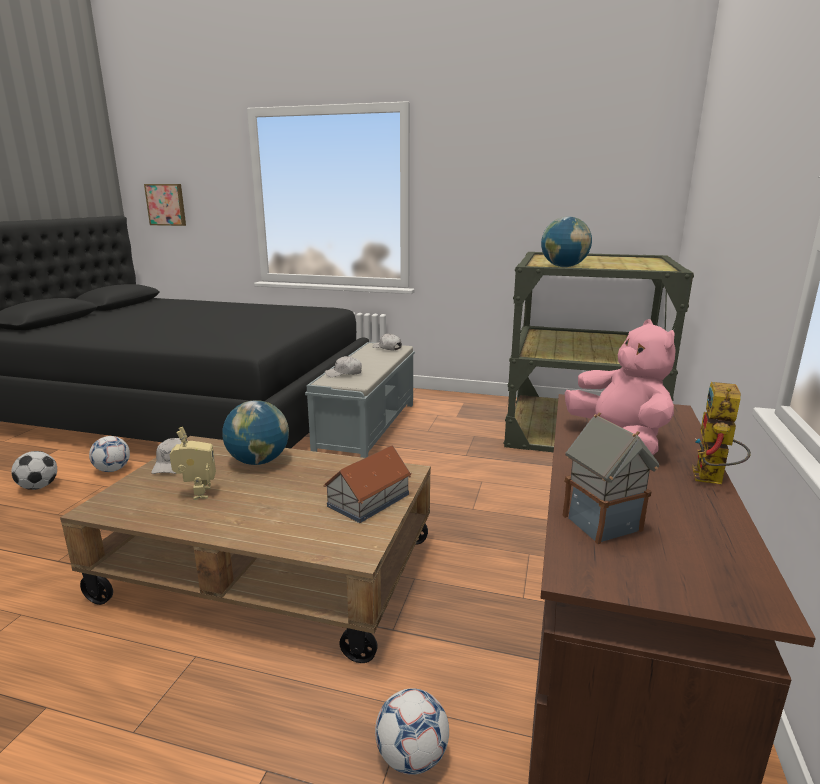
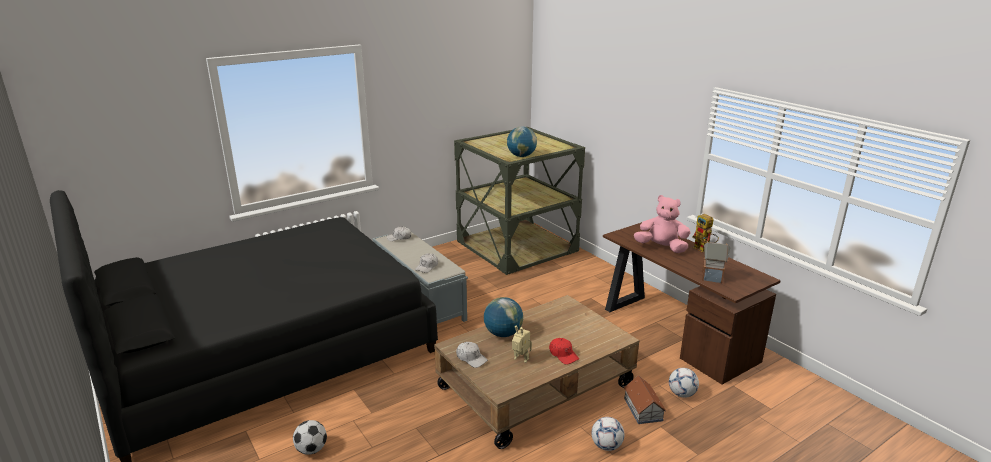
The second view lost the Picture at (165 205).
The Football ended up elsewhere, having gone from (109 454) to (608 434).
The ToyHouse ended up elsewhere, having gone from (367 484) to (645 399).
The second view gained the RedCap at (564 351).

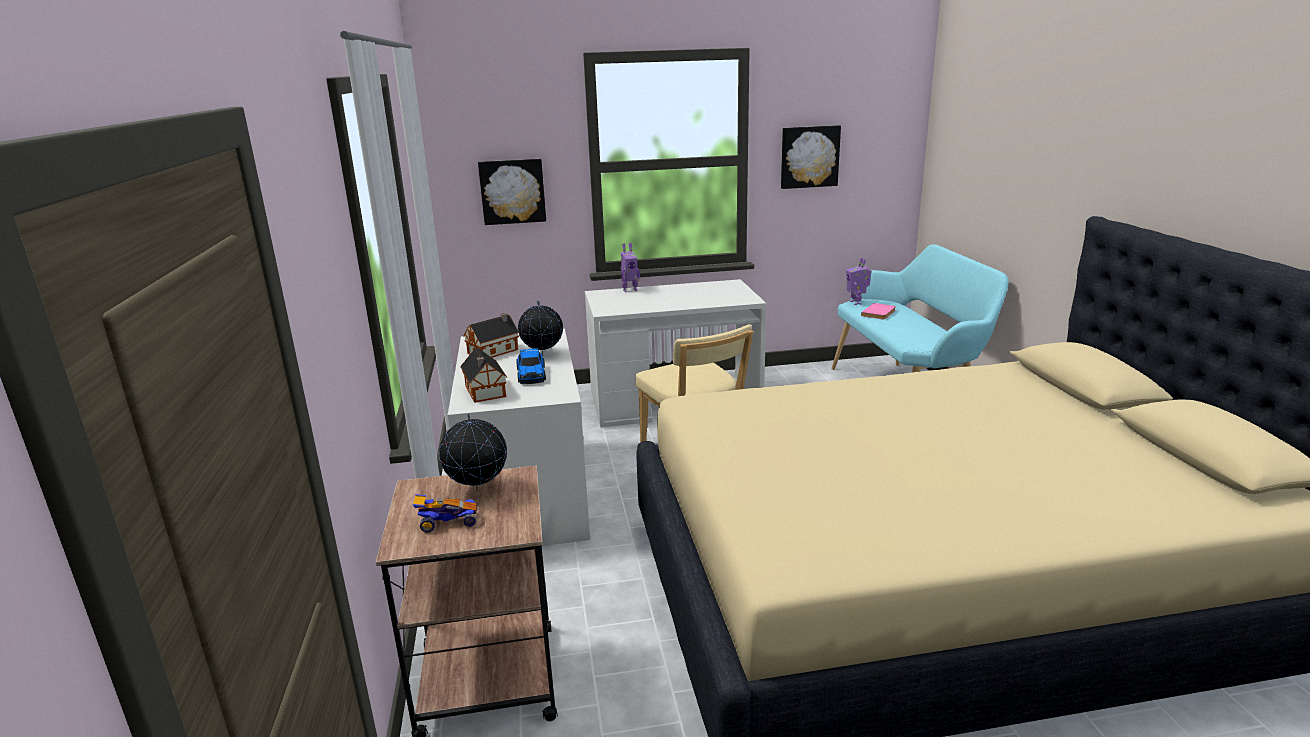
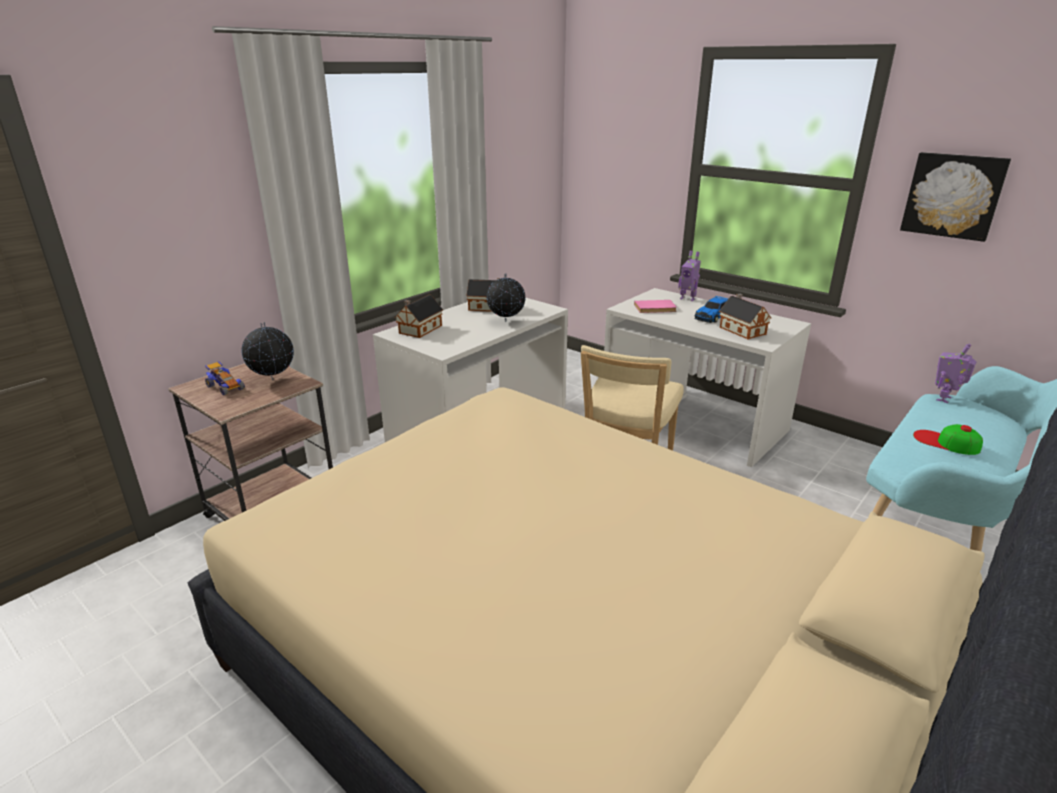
The second view lost the Picture at (512 192).
The PinkBook ended up elsewhere, having gone from (878 311) to (655 306).
The ToyCar ended up elsewhere, having gone from (531 366) to (711 309).
The second view gained the ToyHouse at (745 316).
The second view gained the Cap at (948 439).

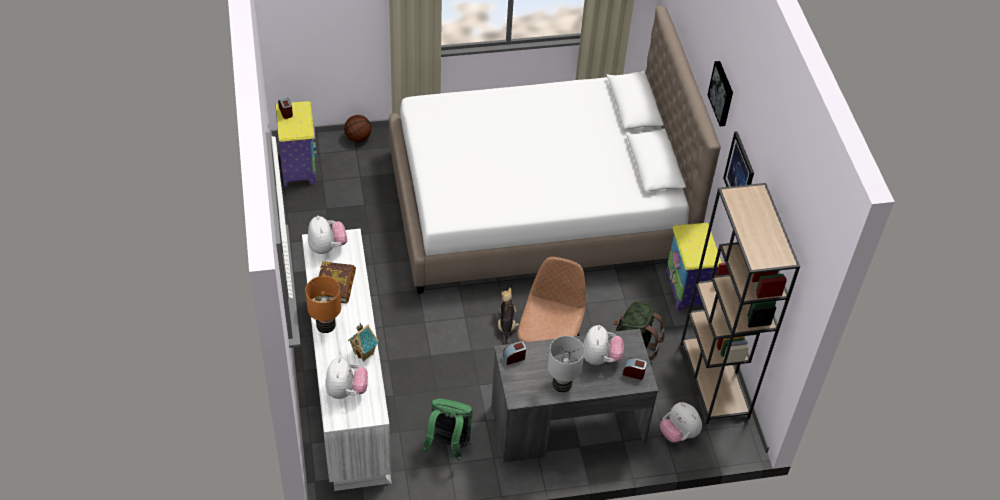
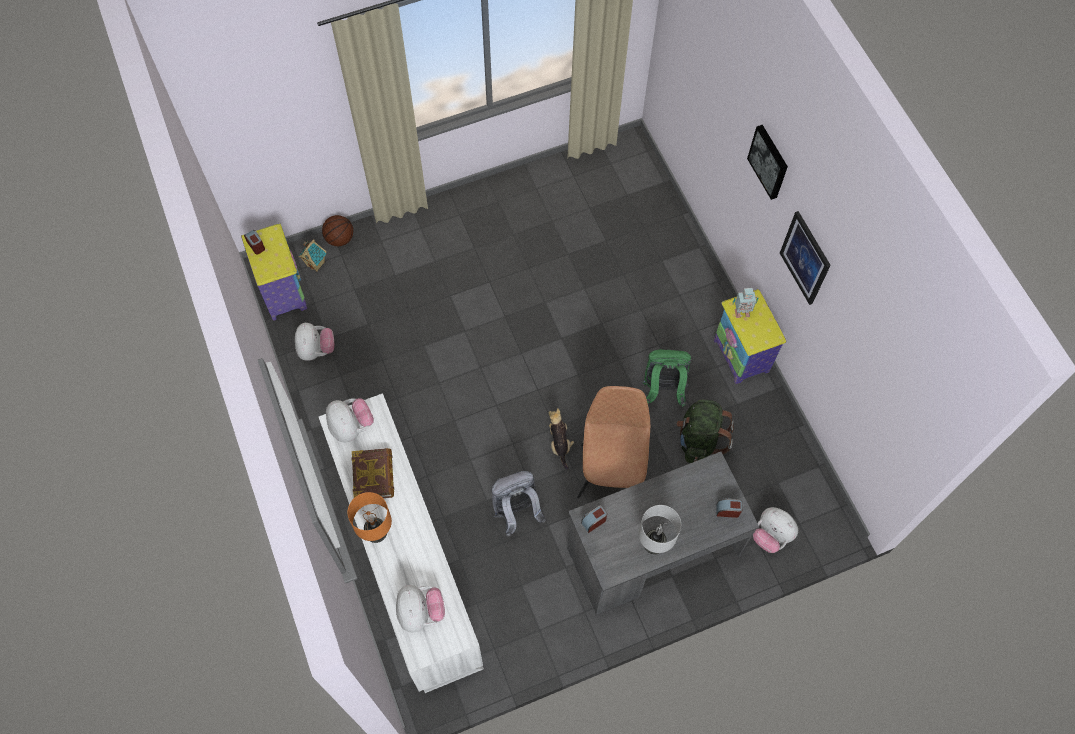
The second view lost the WhiteBed at (555 150).
The second view lost the Bookcase at (740 303).
The ToyHouse ended up elsewhere, having gone from (363 342) to (312 255).
The PlushToy ended up elsewhere, having gone from (603 345) to (314 342).
The GreenBackpack ended up elsewhere, having gone from (448 429) to (666 378).
The second view gained the ToyRobot at (745 303).
The second view gained the GreyBackpack at (518 504).

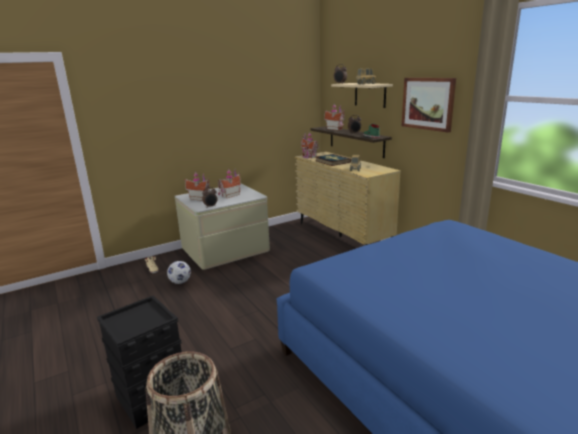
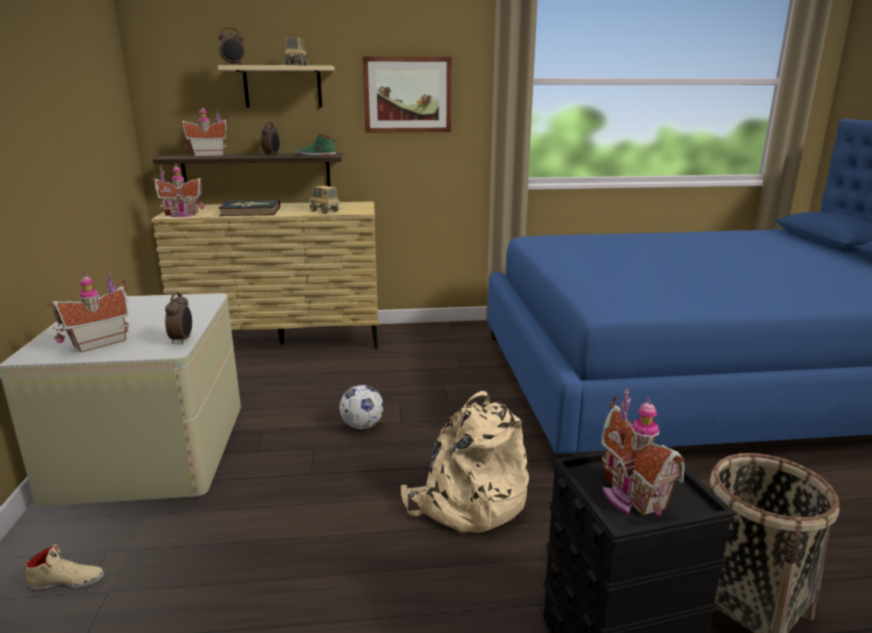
The ToyHouse ended up elsewhere, having gone from (229 183) to (643 452).
The Football ended up elsewhere, having gone from (179 272) to (361 407).
The second view gained the BeigeBackpack at (464 462).

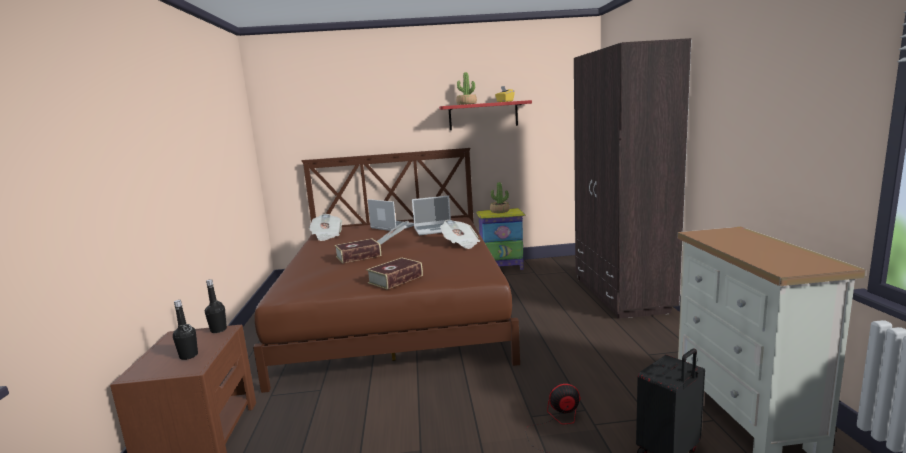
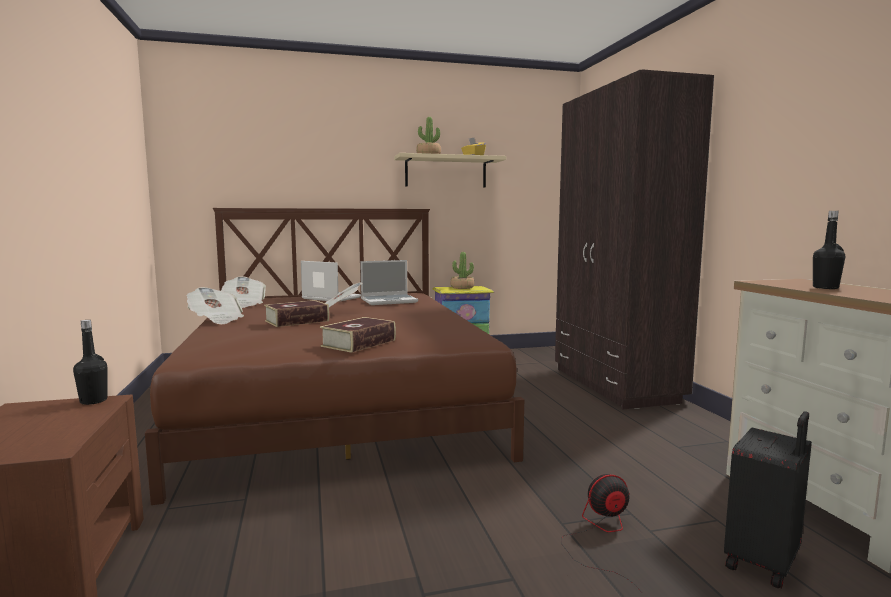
What was the RedShelf at (485 115) turned into the BeigeShelf at (450 170).
The Newspaper ended up elsewhere, having gone from (460 234) to (215 305).
The BlackBottle ended up elsewhere, having gone from (185 330) to (829 250).

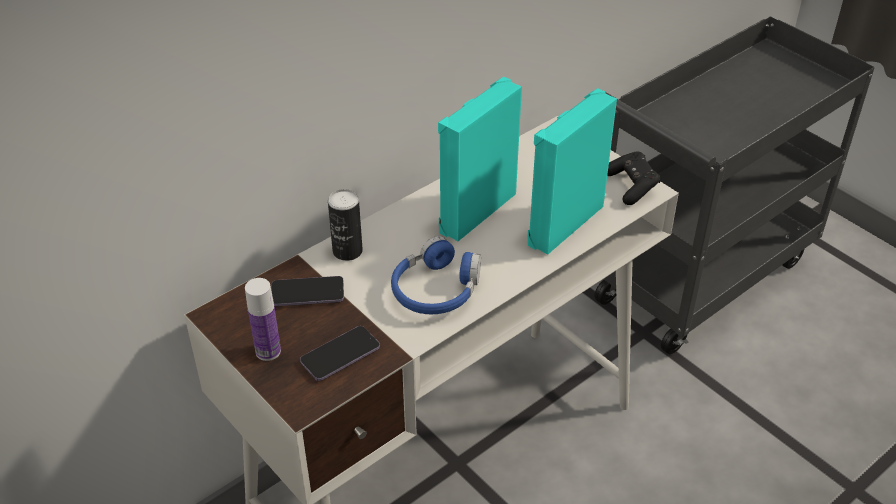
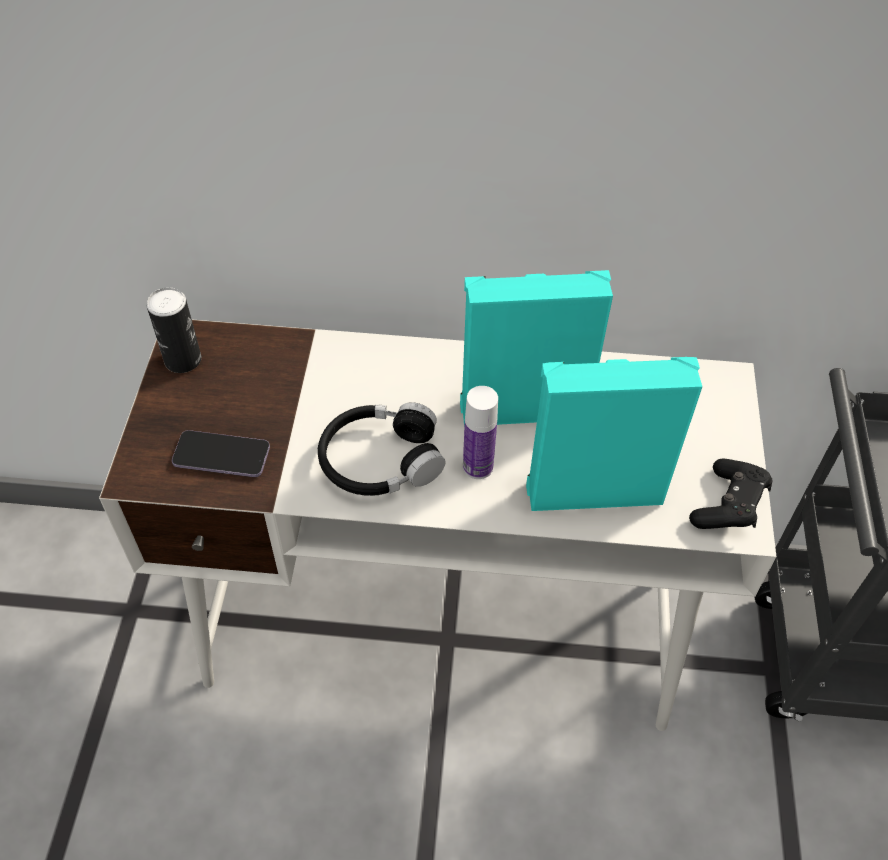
The Can ended up elsewhere, having gone from (345 225) to (173 330).
What was the BlueHeadphones at (436 275) turned into the BlackHeadphones at (381 449).
The second view lost the Phone at (307 291).
The Bottle ended up elsewhere, having gone from (263 319) to (480 432).

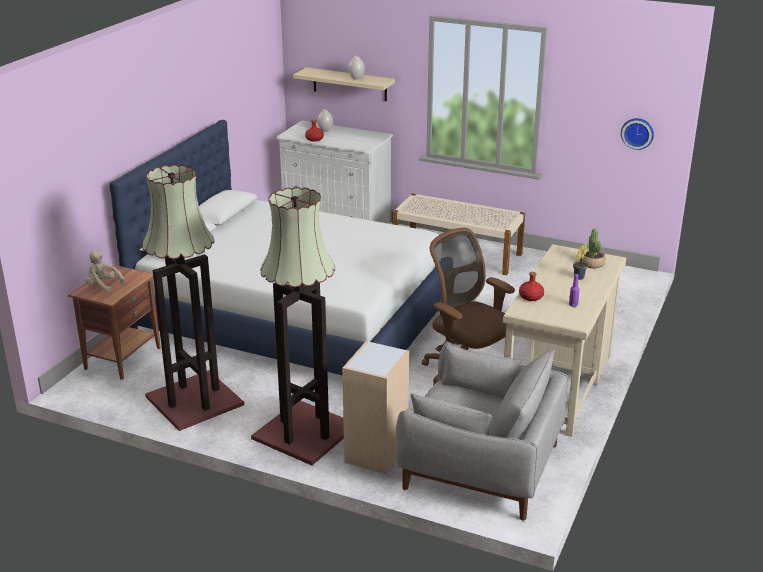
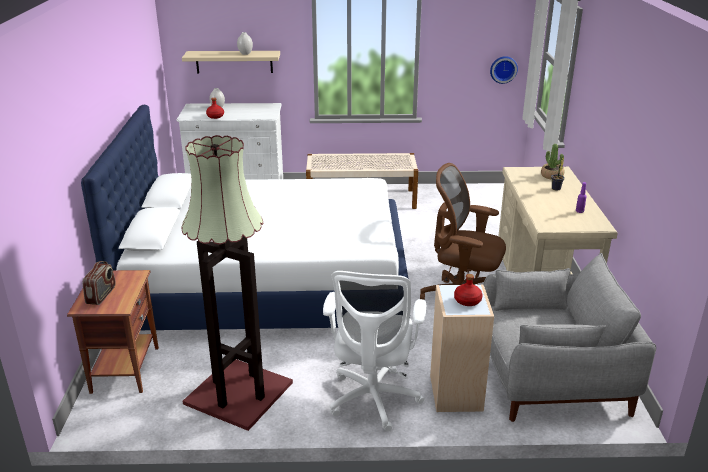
Where the FloorLamp stood at (297 326), the WhiteOfficeChair came to stand at (374 351).
Where the BeigePlushToy stood at (105 271), the Radio came to stand at (99 283).
The RedBottle ended up elsewhere, having gone from (531 286) to (468 290).

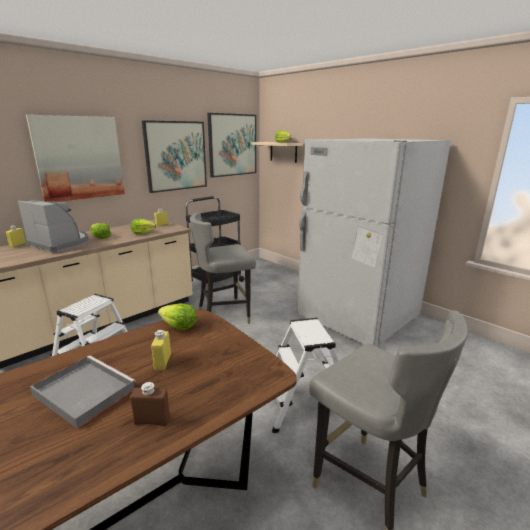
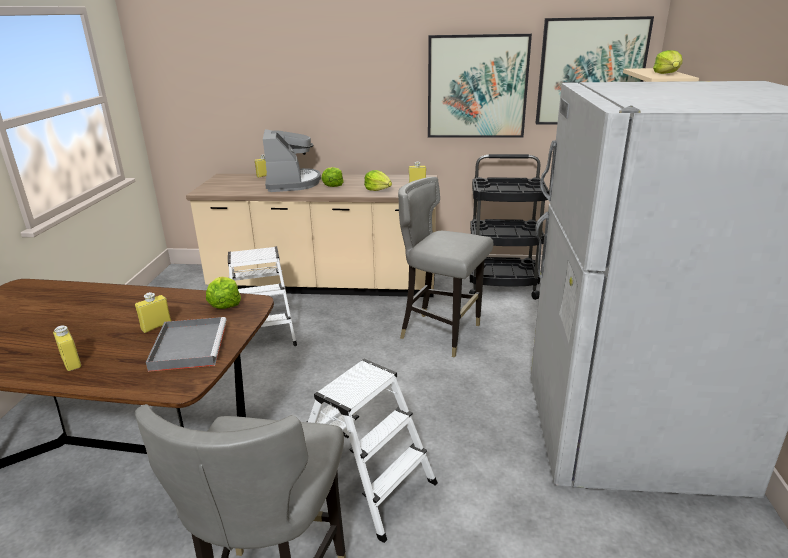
The second view lost the Picture at (75 158).
The GreyTray ended up elsewhere, having gone from (83 392) to (186 344).
What was the BrownBottle at (150 404) turned into the YellowBottle at (67 348).

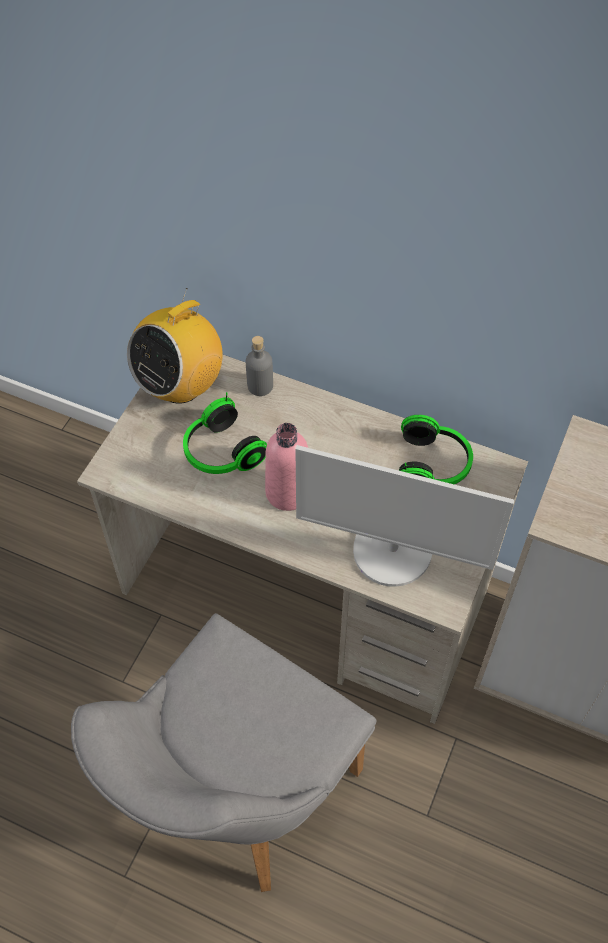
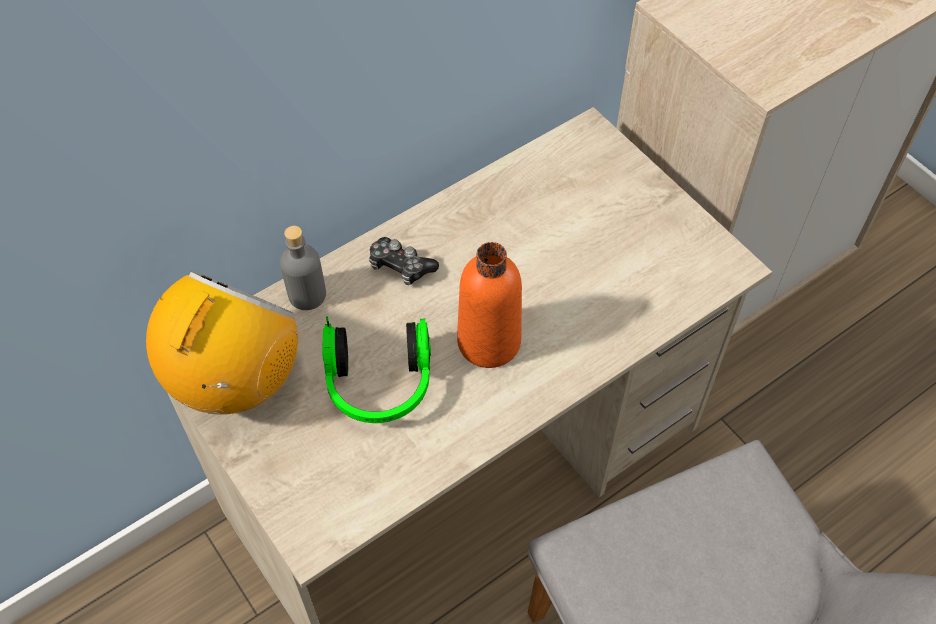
The Radio at (175 346) ended up facing another way, 135 degrees counterclockwise from before.
The second view lost the Headphones at (436 449).
What was the PinkBottle at (286 467) turned into the OrangeBottle at (489 305).
The second view lost the Monitor at (405 516).
The second view gained the GameController at (404 261).

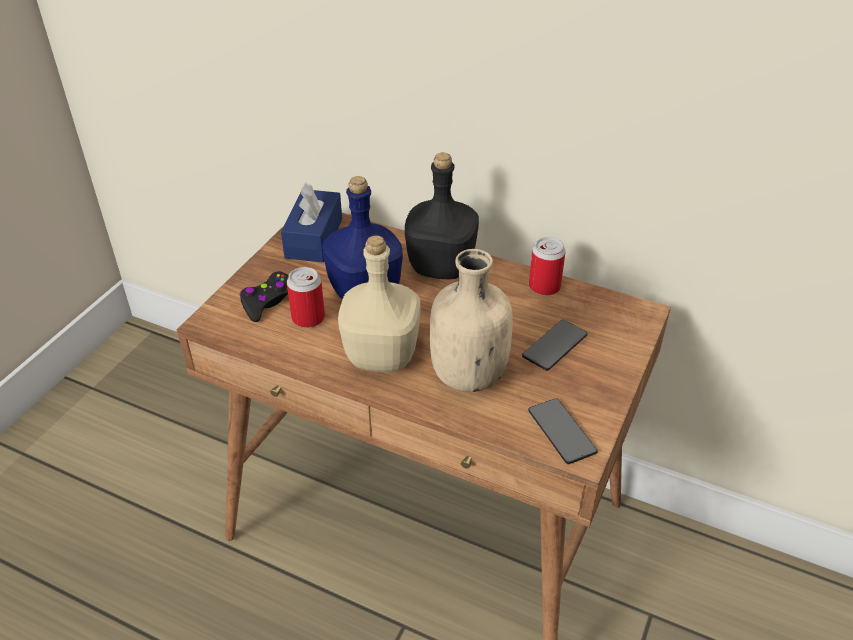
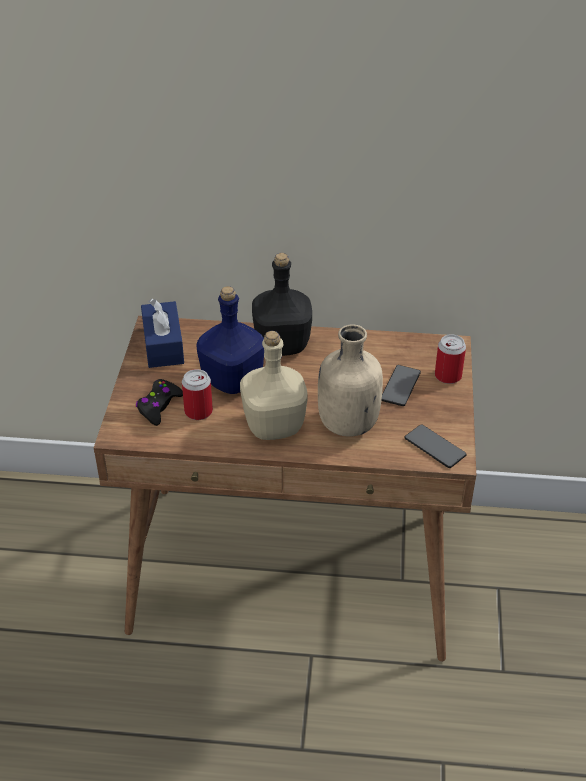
The Can ended up elsewhere, having gone from (547 266) to (450 359).

